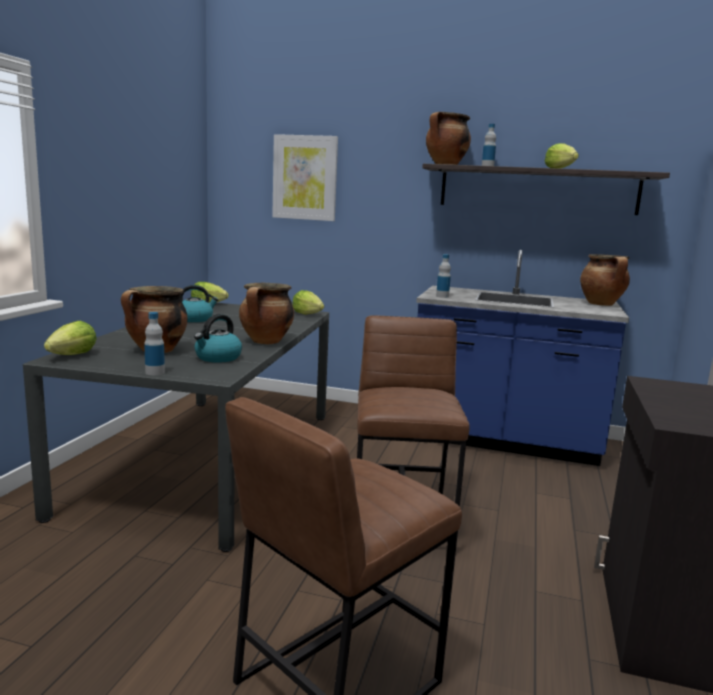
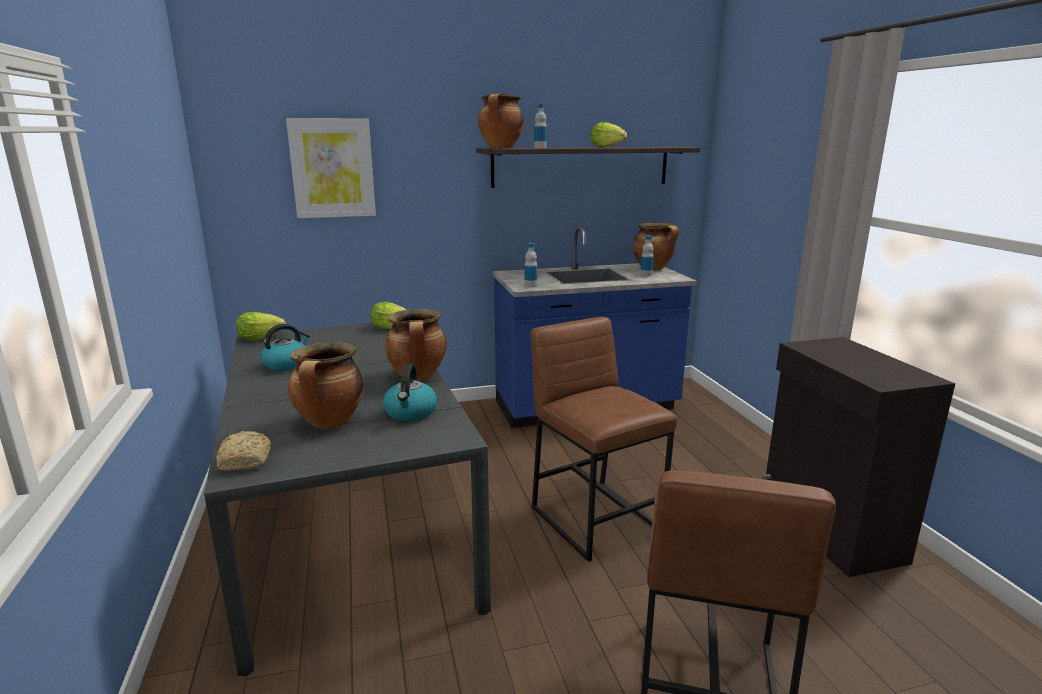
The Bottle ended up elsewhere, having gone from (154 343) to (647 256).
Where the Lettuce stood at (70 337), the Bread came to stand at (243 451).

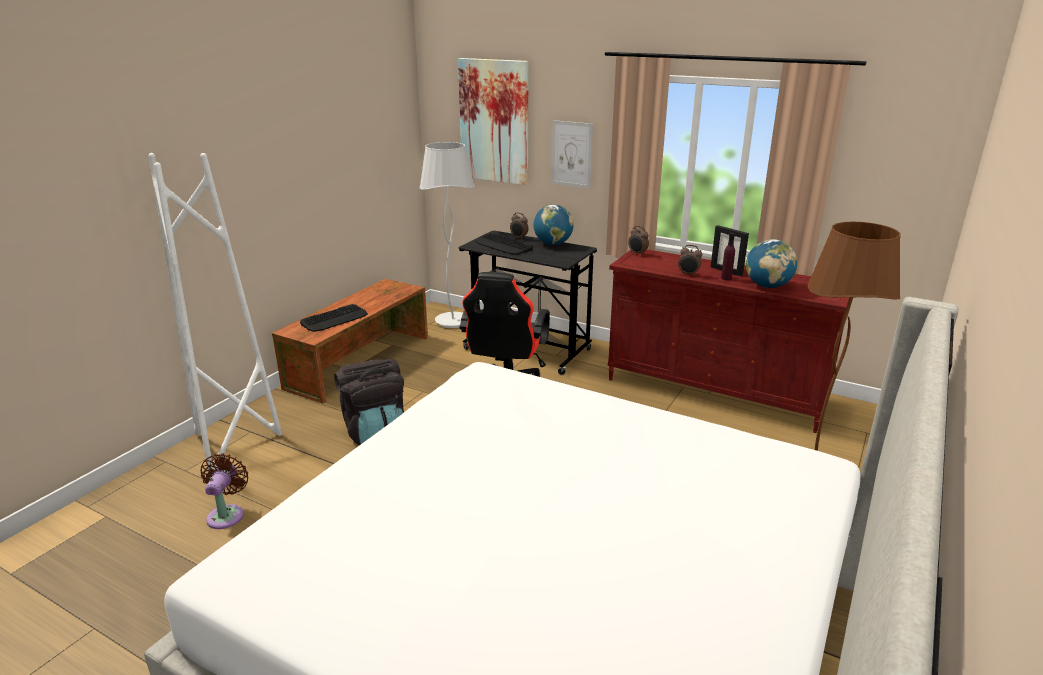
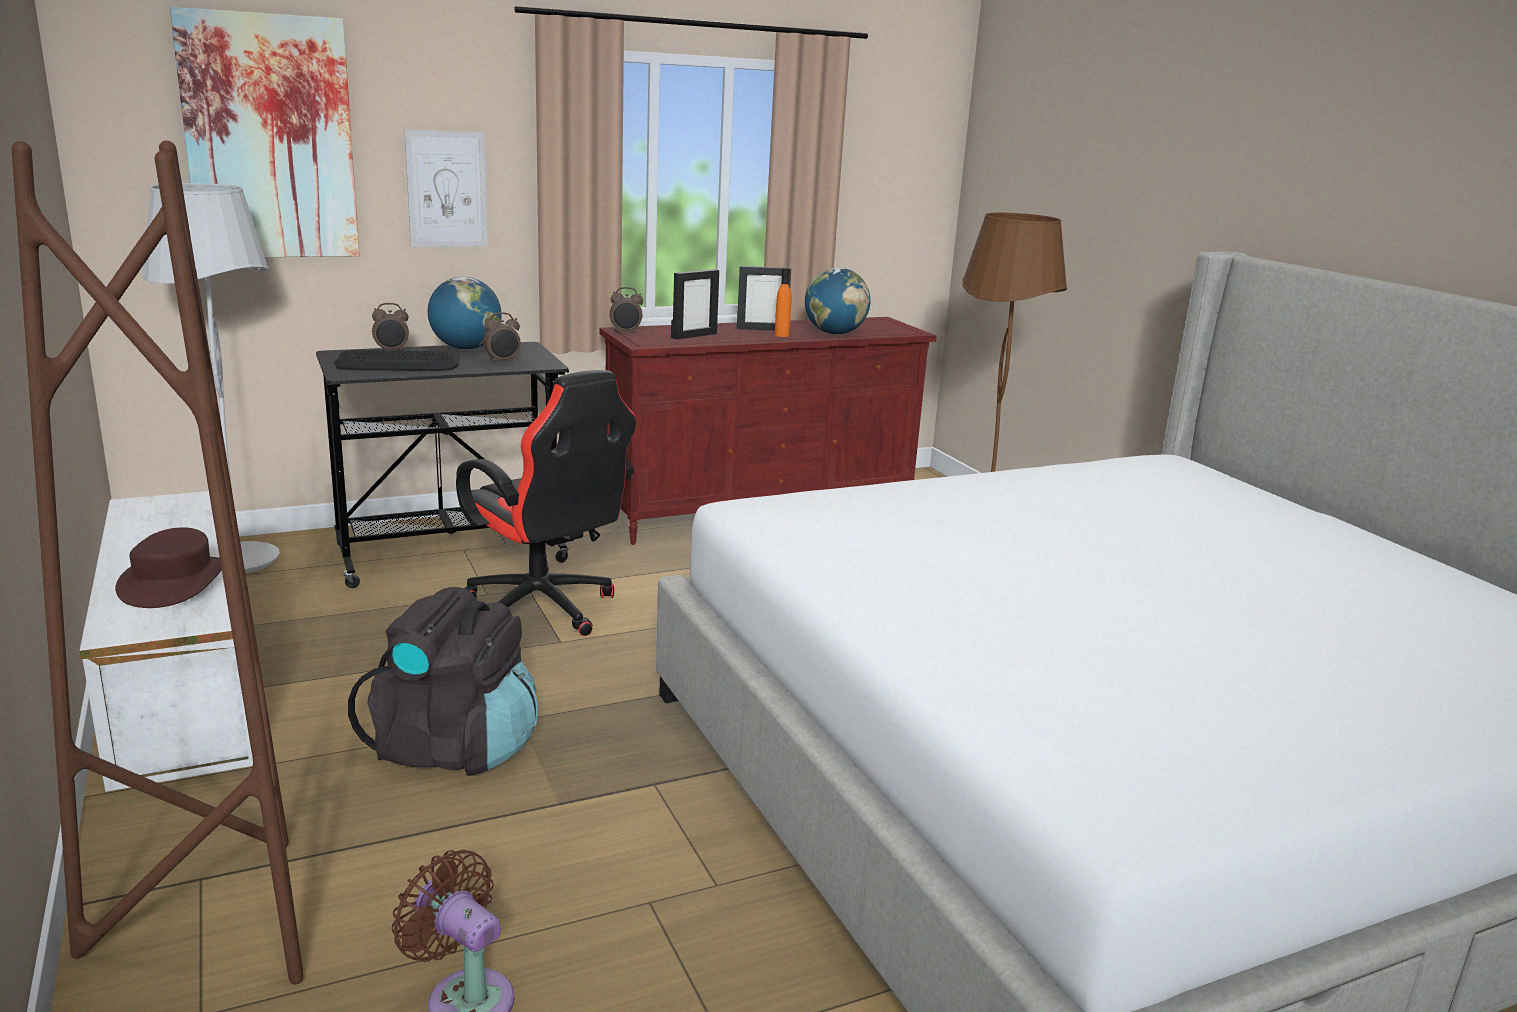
What was the WhiteClothesRack at (215 311) turned into the BrownClothesRack at (158 562).
What was the PurpleBottle at (728 256) turned into the OrangeBottle at (783 302).
The AlarmClock ended up elsewhere, having gone from (690 260) to (502 337).
What was the BrownBench at (350 341) turned into the WhiteBench at (166 641).
Where the Keyboard stood at (334 318), the BrownHat came to stand at (168 567).
The second view gained the PictureFrame at (695 304).

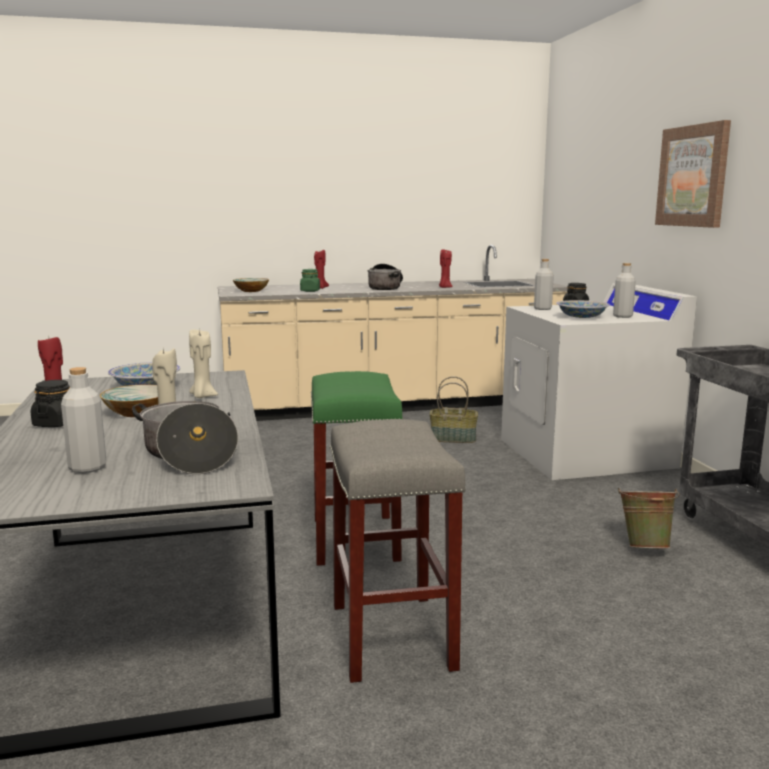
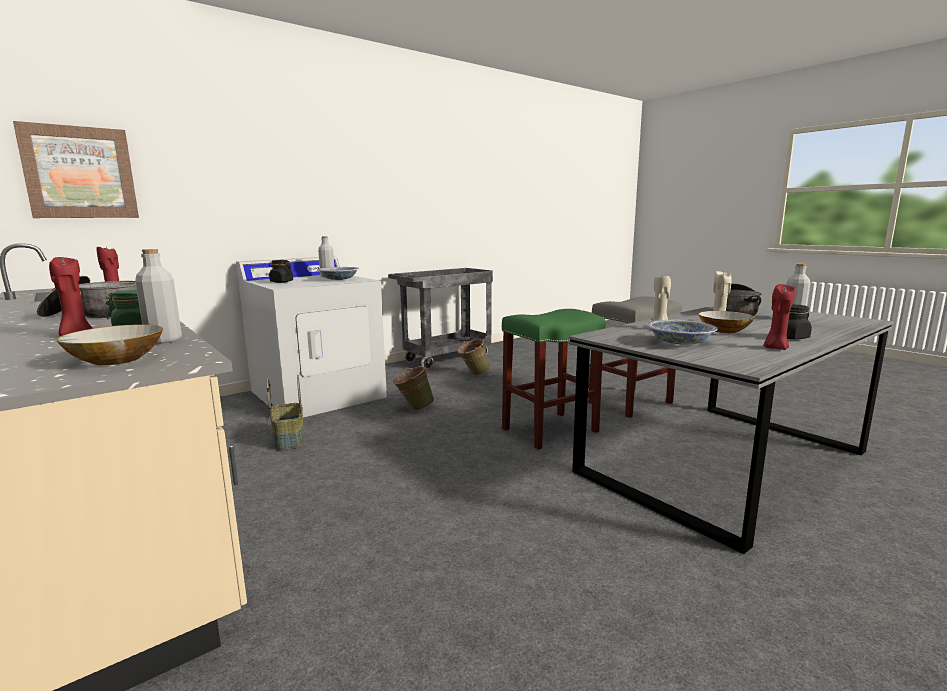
The Picture ended up elsewhere, having gone from (693 174) to (76 169).
The GreyBottle ended up elsewhere, having gone from (544 284) to (158 296).
The second view gained the GreenBucket at (414 388).

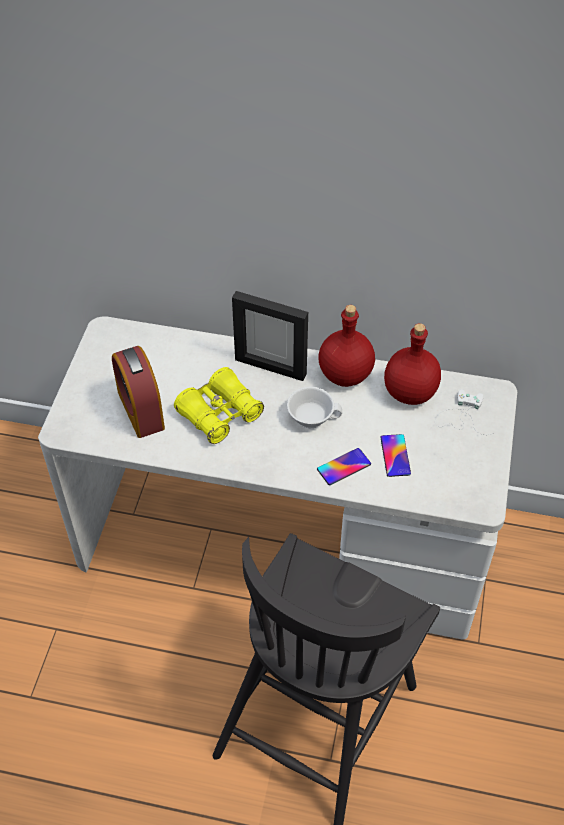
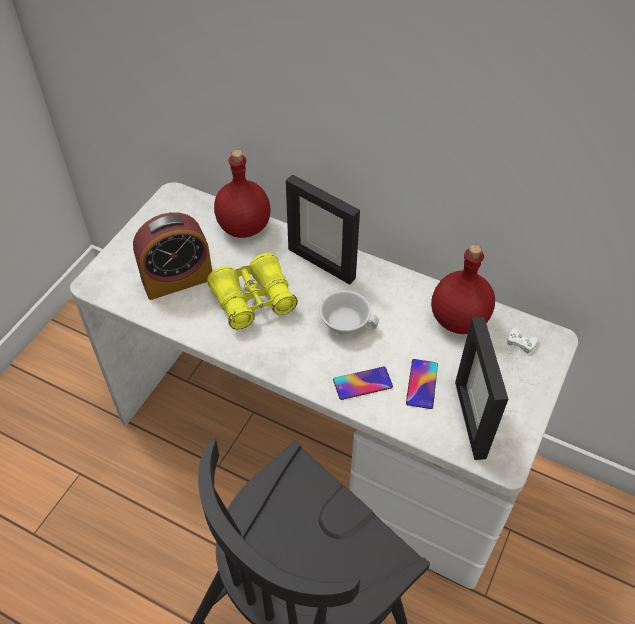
The RedBottle ended up elsewhere, having gone from (346 346) to (242 194).
The AlarmClock at (138 392) ended up facing another way, 105 degrees counterclockwise from before.
The second view gained the PictureFrame at (481 388).

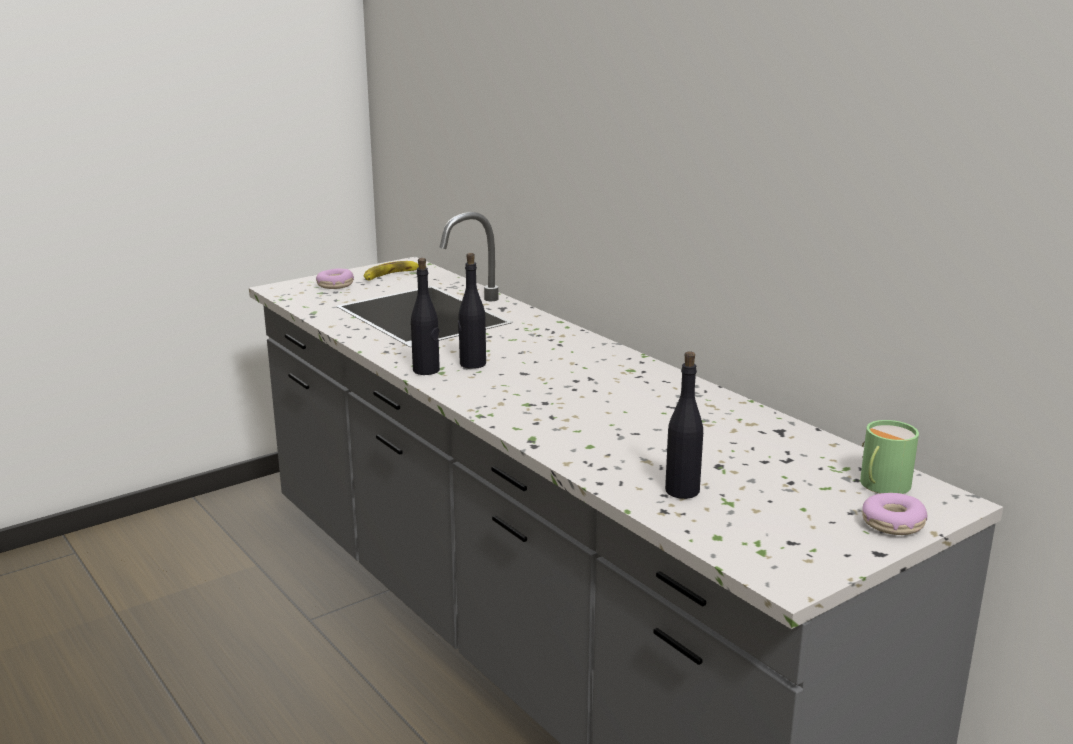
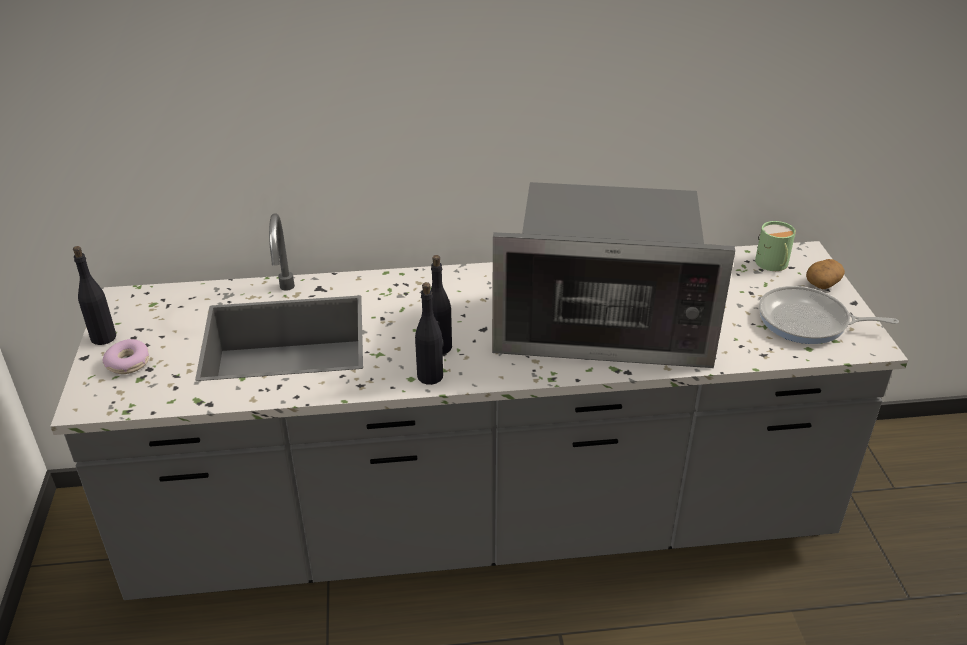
The second view lost the Banana at (391 270).
The BlackBottle ended up elsewhere, having gone from (684 425) to (94 295).
Where the Donut stood at (894 514), the Potato came to stand at (825 274).
The second view gained the Microwave at (613 275).
The second view gained the FryingPan at (829 315).

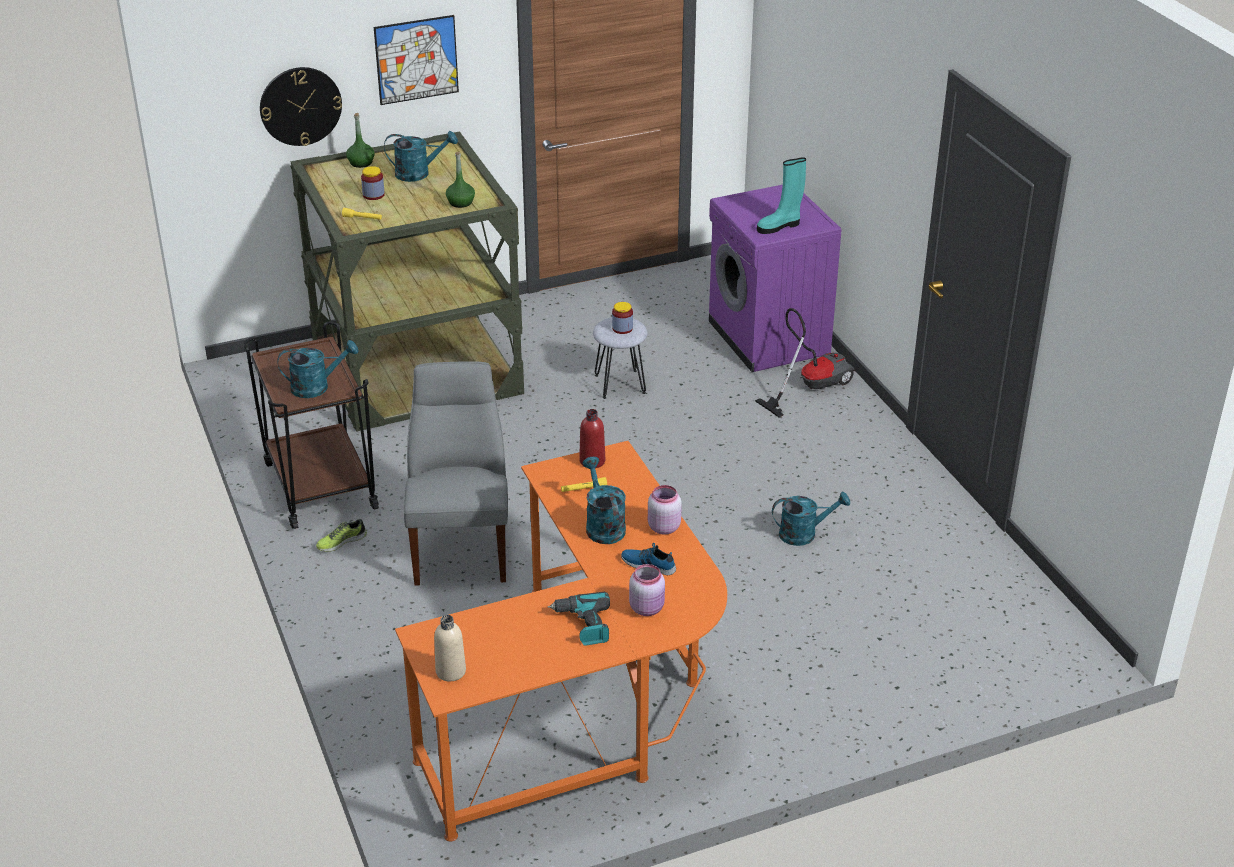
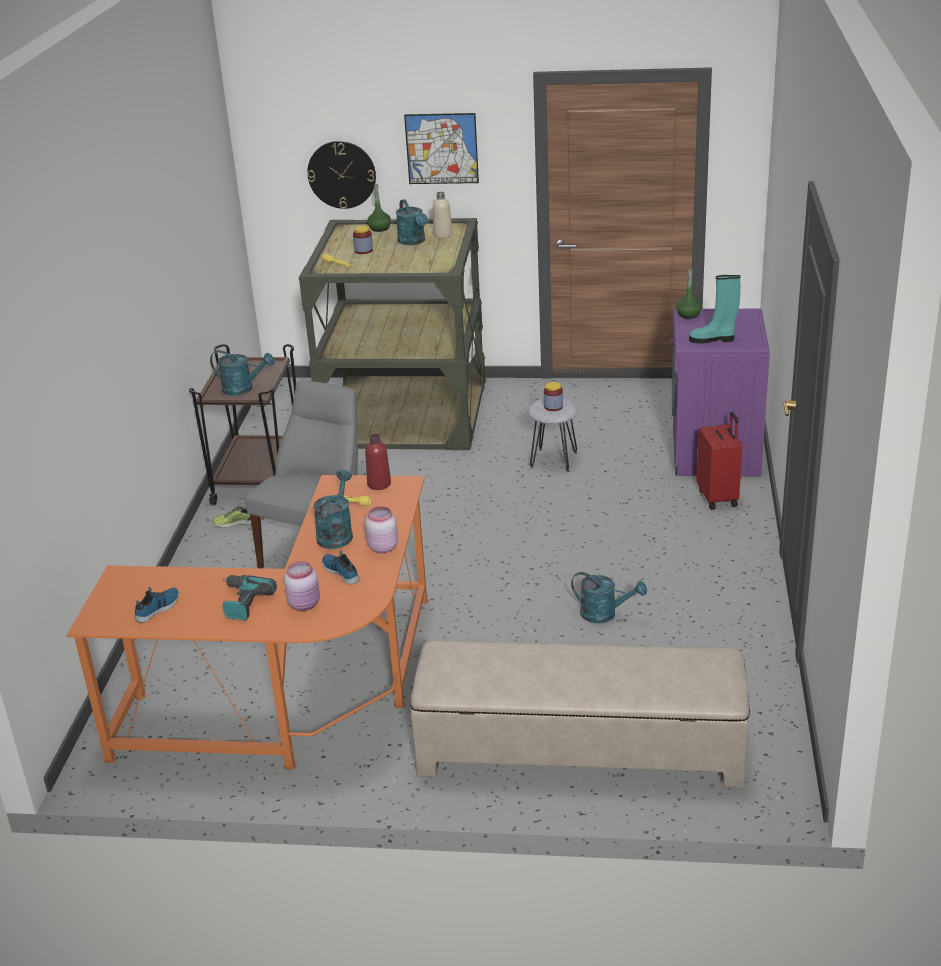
The TurquoiseWateringCan at (421 156) ended up facing another way, 45 degrees clockwise from before.
The GreenBottle ended up elsewhere, having gone from (460 179) to (689 294).
Where the VacuumCleaner stood at (805 363), the RedSuitcase came to stand at (719 461).
The BeigeBottle ended up elsewhere, having gone from (450 648) to (442 215).
The second view gained the Shoe at (157 605).
The second view gained the BeigeBench at (580 714).

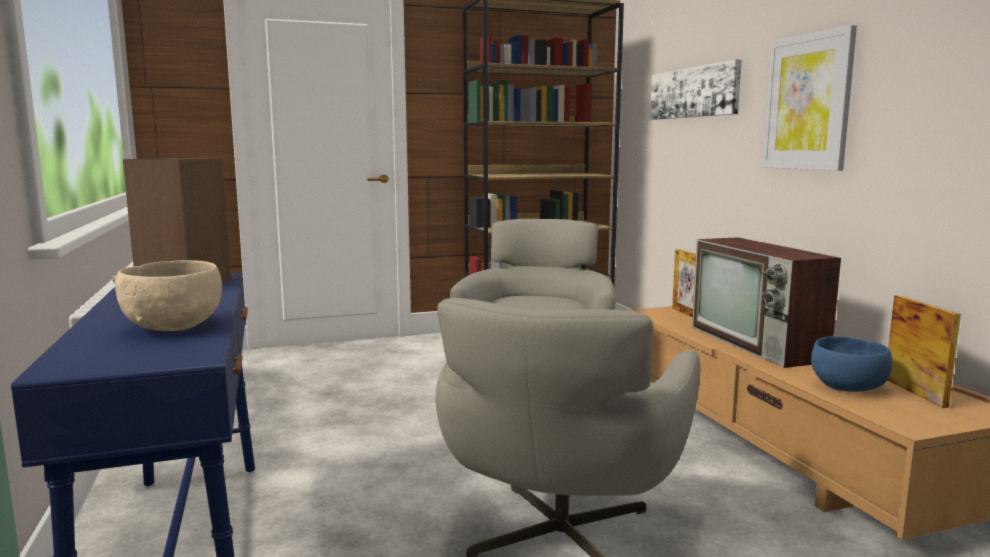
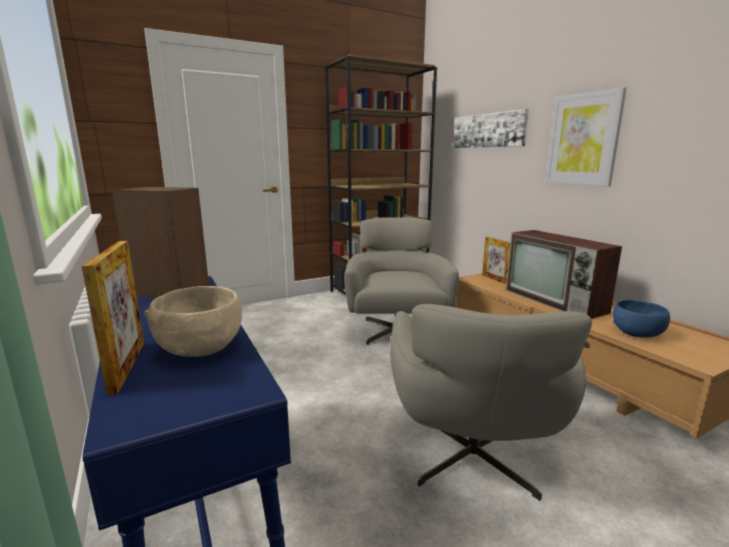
The PictureFrame ended up elsewhere, having gone from (924 351) to (113 318).

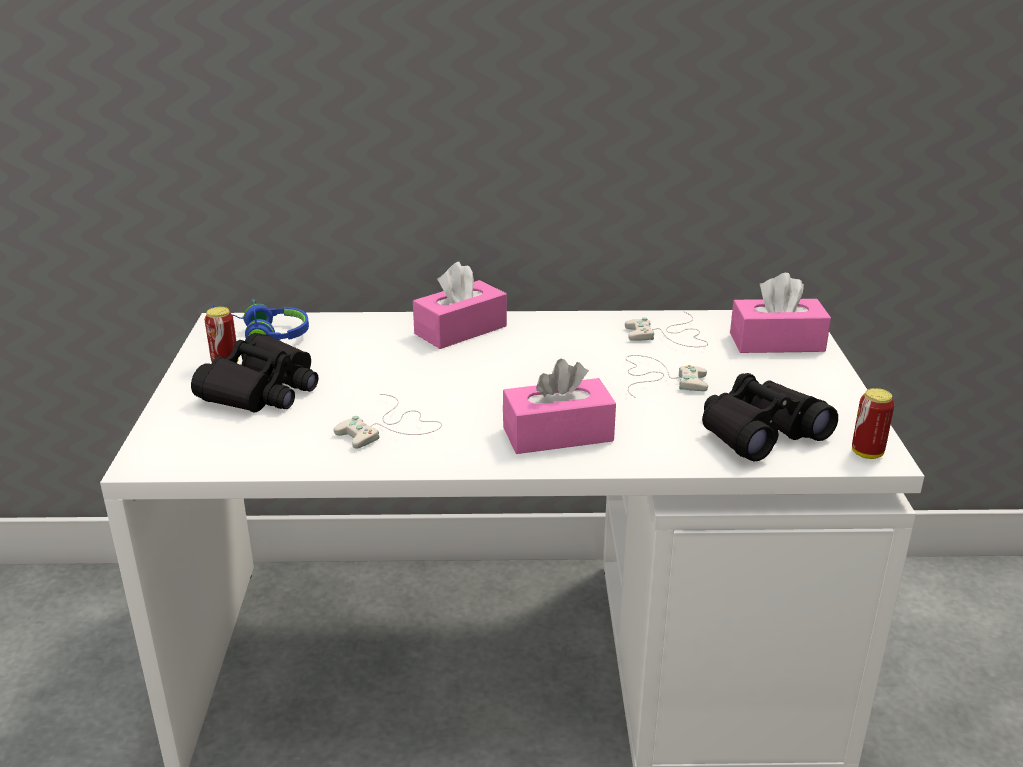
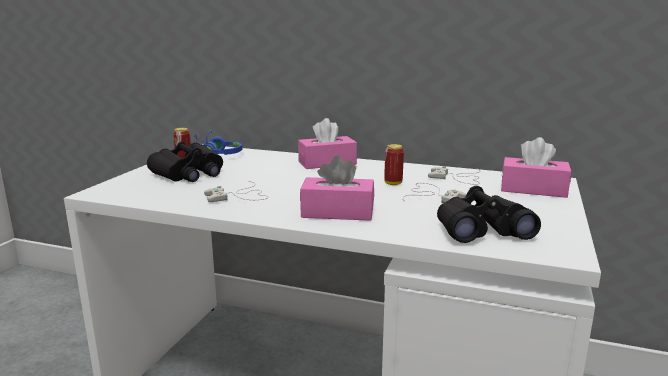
The Can ended up elsewhere, having gone from (873 423) to (394 164).

